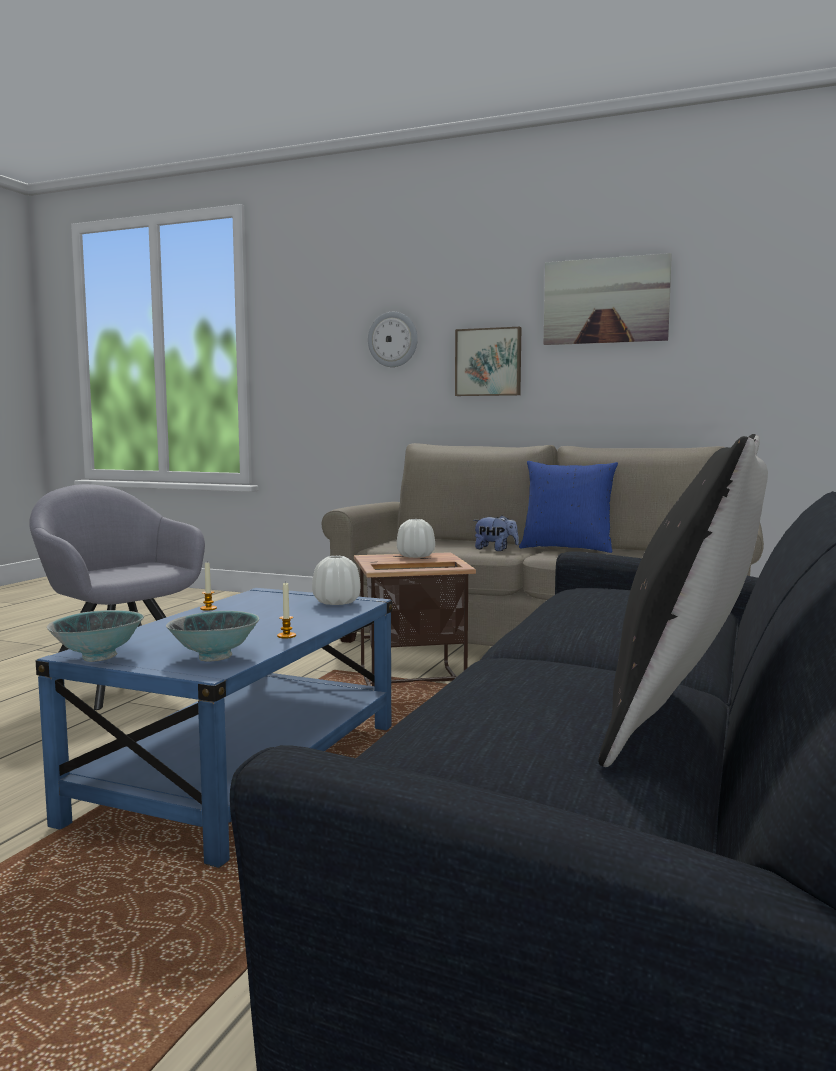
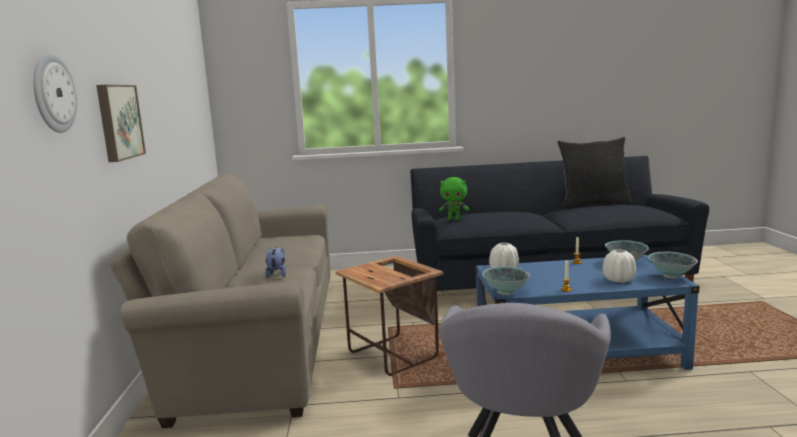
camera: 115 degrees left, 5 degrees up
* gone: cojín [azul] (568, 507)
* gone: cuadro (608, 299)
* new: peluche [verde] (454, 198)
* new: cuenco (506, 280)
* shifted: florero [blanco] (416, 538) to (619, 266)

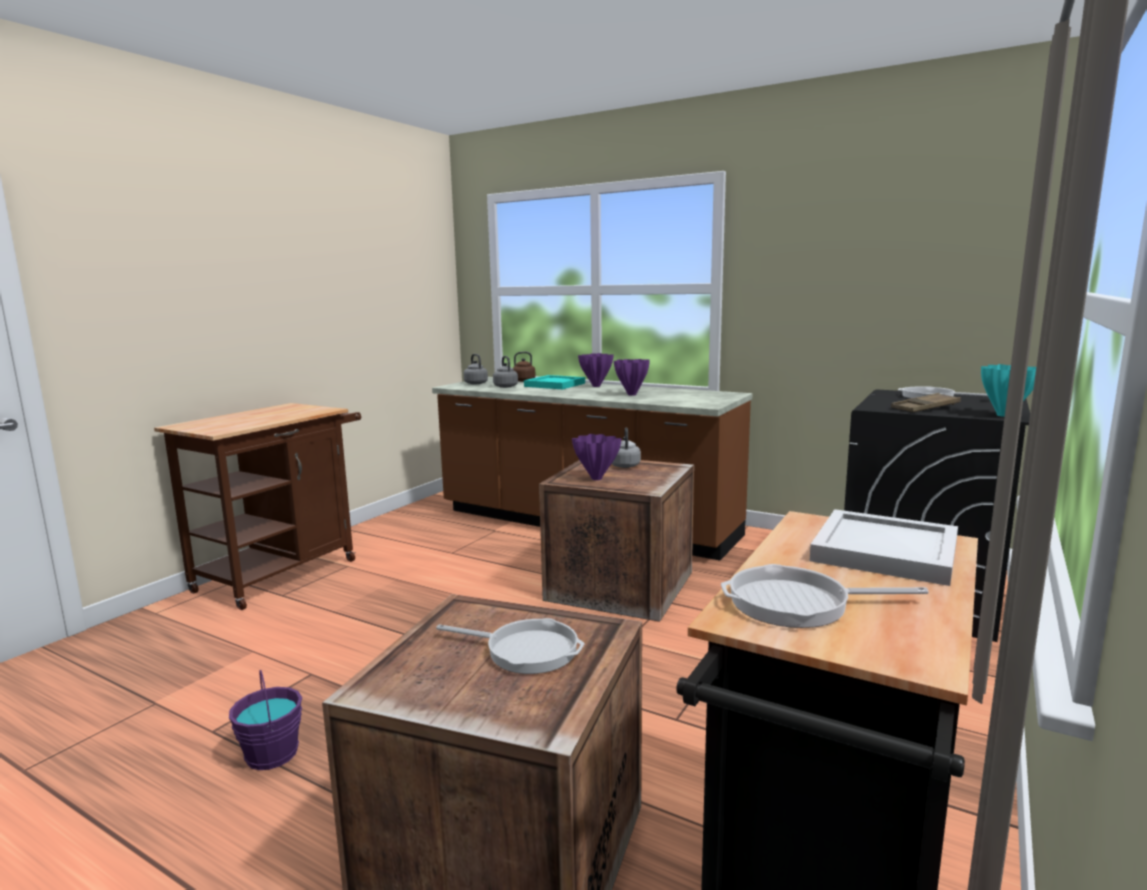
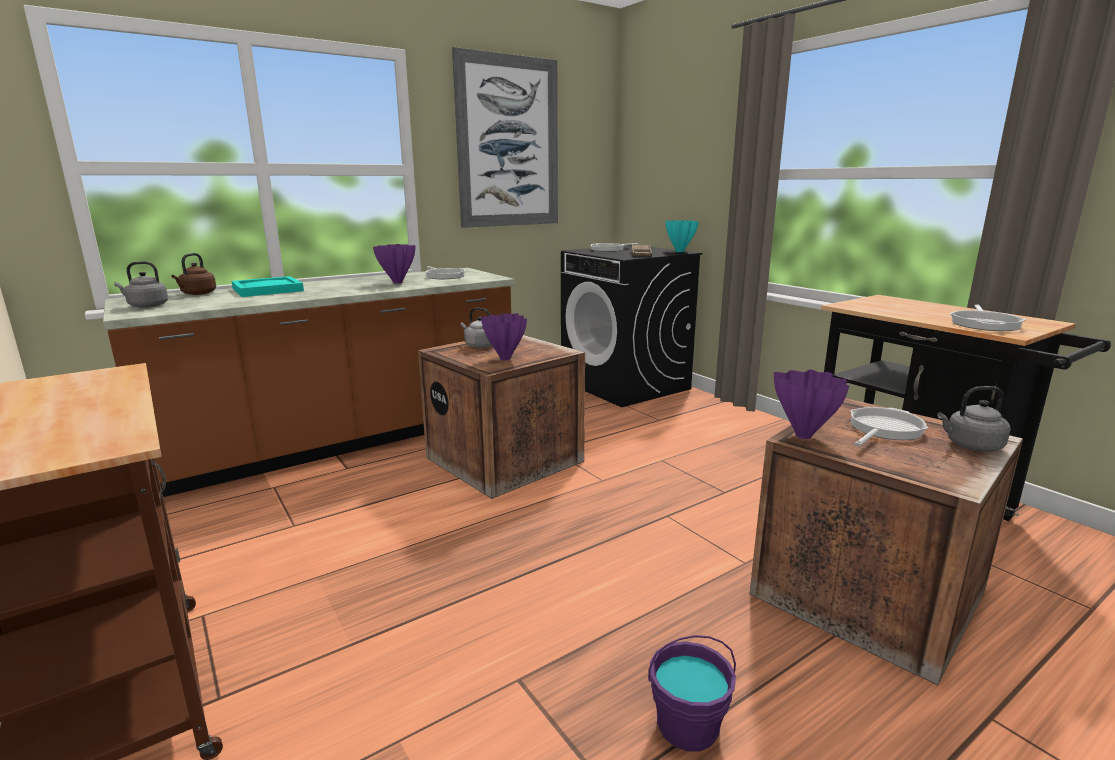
camera: 65 degrees left, 5 degrees up
* gone: bandeja [blanco] (884, 547)
* new: sartén (445, 272)
* new: cuadro (505, 137)
* shifted: hervidor [gris] (505, 372) to (974, 419)
* shifted: florero [morado] (596, 370) to (811, 404)

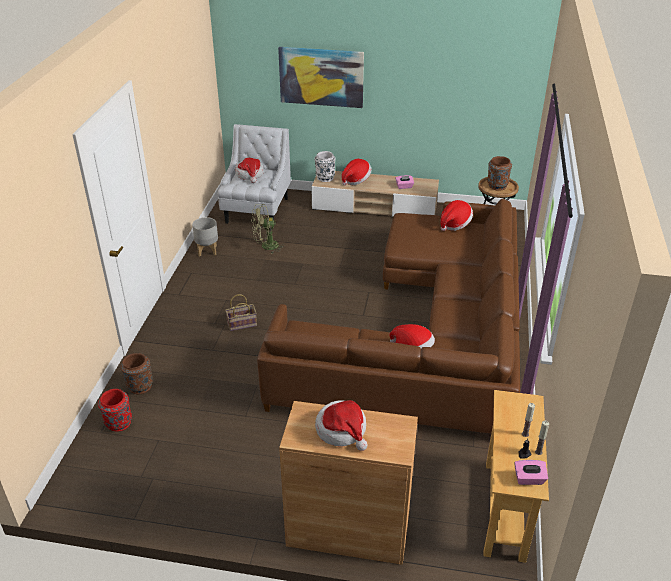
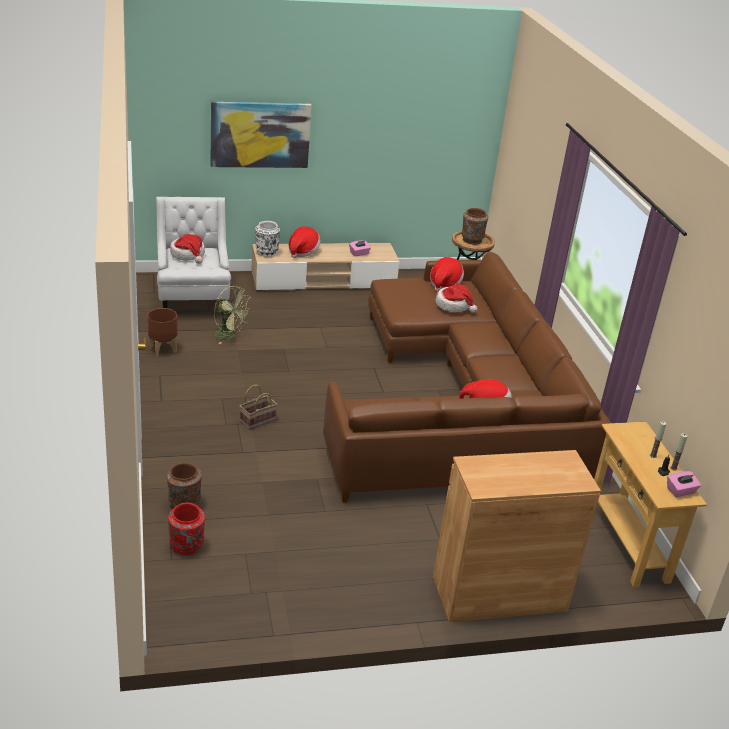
camera: 25 degrees left, 5 degrees down
* shifted: sombrero (341, 425) to (456, 298)
* repainted: maceta [gris] (205, 236) to maceta [marrón] (162, 332)
* rotated: ventilador [verde] (268, 228) = (233, 315) 105 degrees counterclockwise

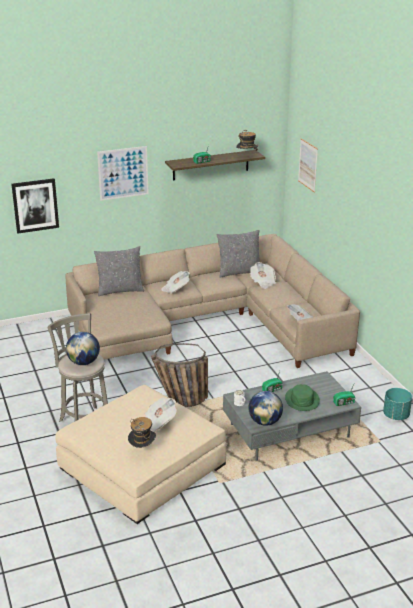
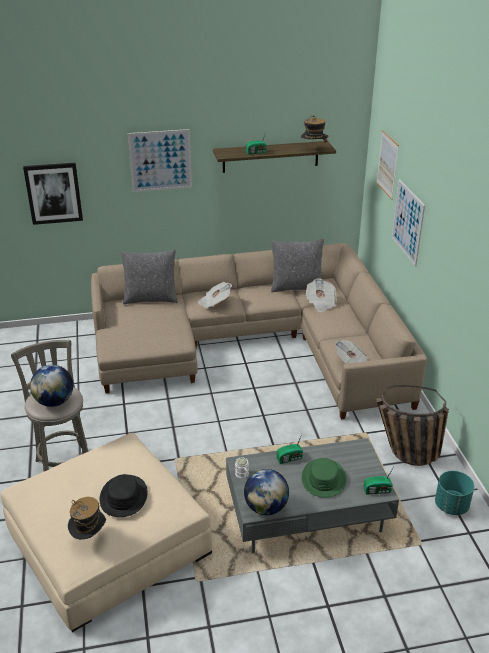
camera: 10 degrees right, 5 degrees up
* new: cuadro (408, 222)
* shifted: cesta (179, 375) to (412, 425)
* swapped: periódico (161, 415) to sombrero [negro] (124, 495)

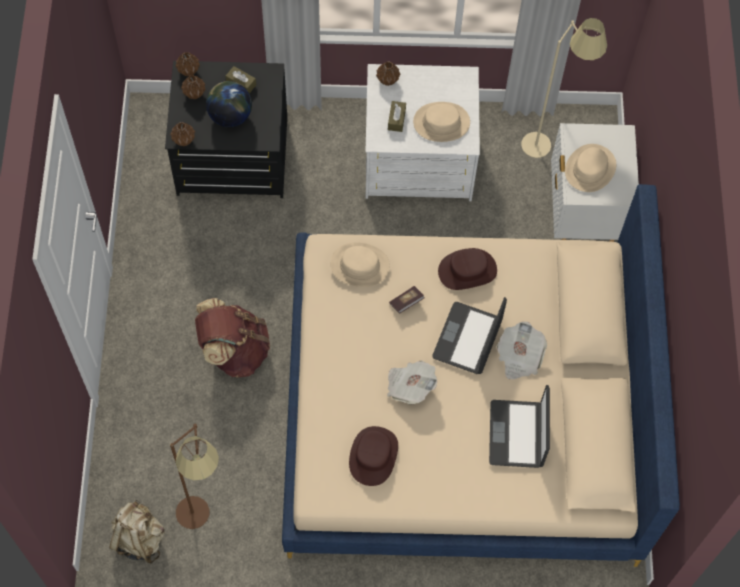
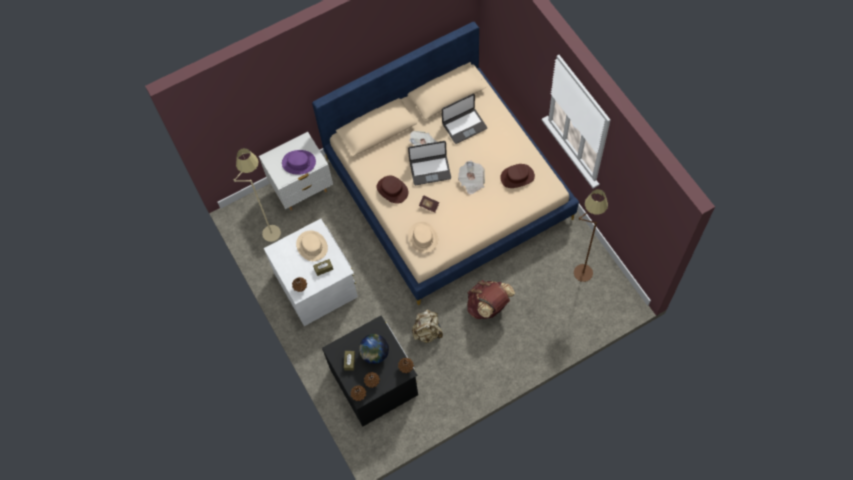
camera: 115 degrees left, 0 degrees up
* shifted: mochila [beis] (137, 531) to (427, 326)
* repainted: sombrero [beis] (590, 168) to sombrero [morado] (299, 162)

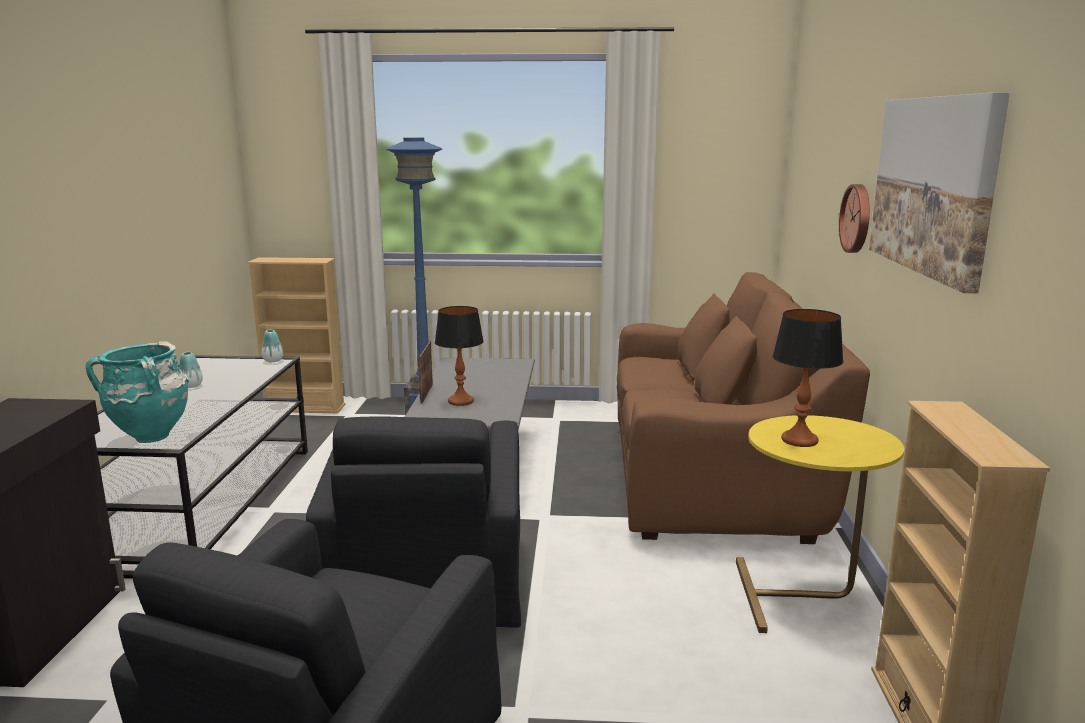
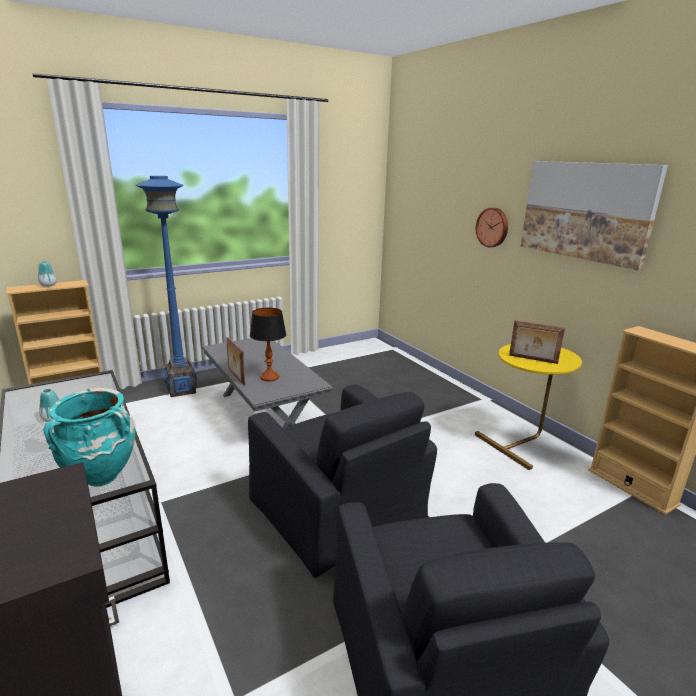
camera: 35 degrees left, 5 degrees up
* gone: sofá [marrón] (743, 408)
* shifted: florero (272, 345) to (47, 274)
* swapped: lámpara de mesa (808, 378) to portarretratos (537, 342)

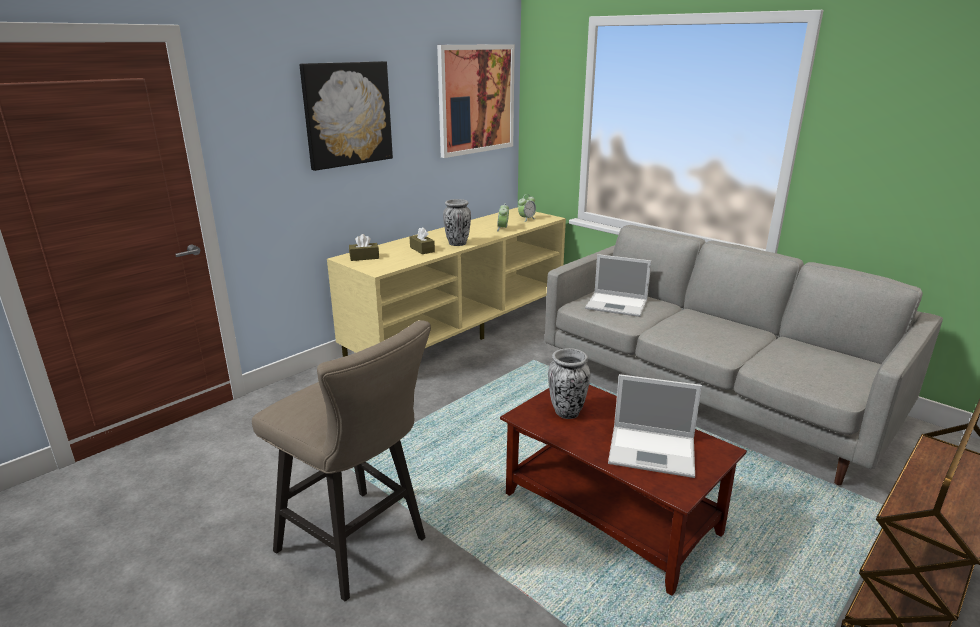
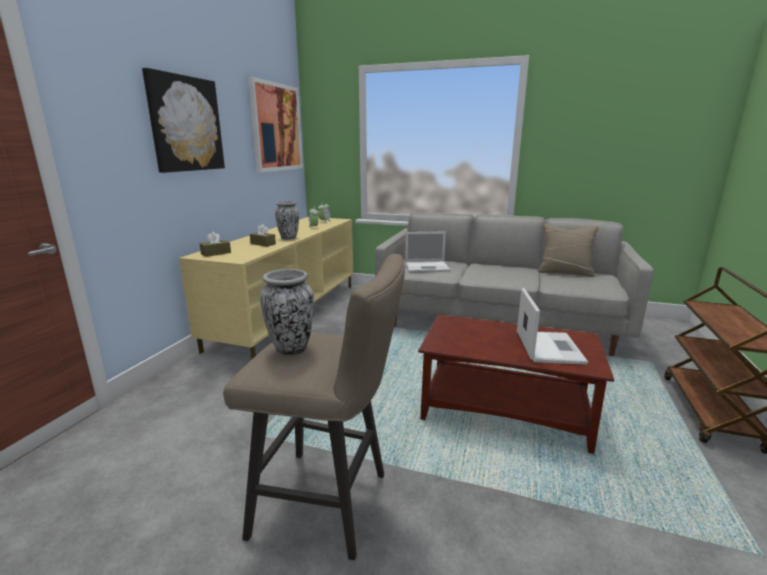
camera: 25 degrees left, 5 degrees down
* new: cojín [beis] (568, 250)
* shifted: florero (569, 383) to (287, 312)
* rotated: portátil (655, 426) = (552, 326) 75 degrees counterclockwise

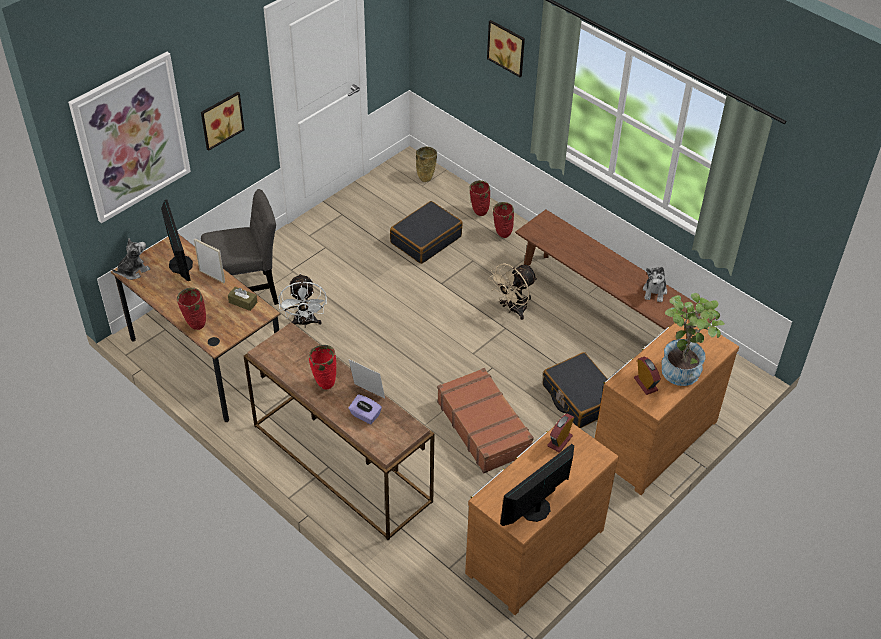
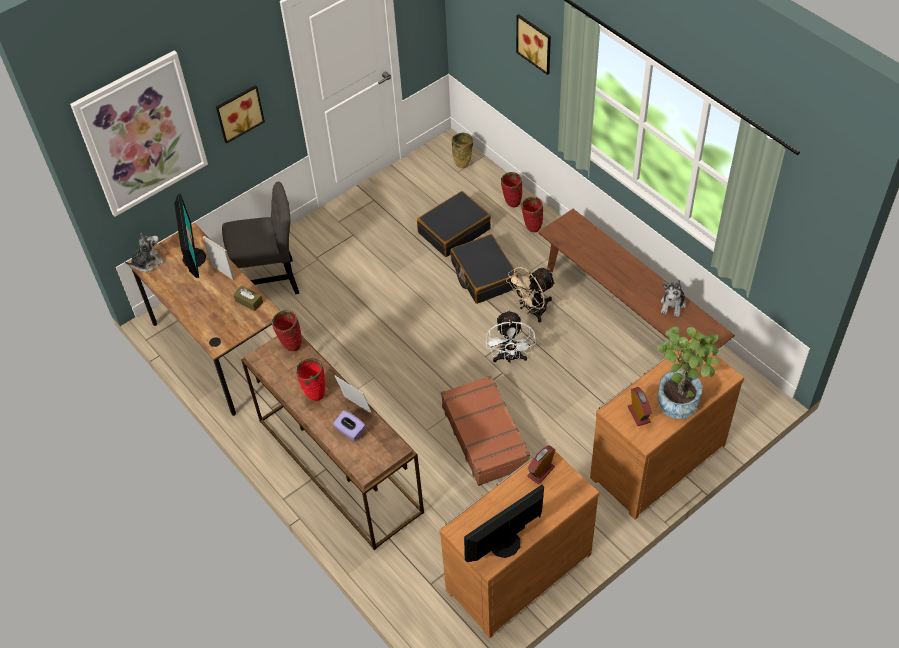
camera: 10 degrees right, 5 degrees up
* shifted: florero [rojo] (191, 309) to (287, 330)
* shifted: ventilador [blanco] (302, 300) to (510, 336)
* shifted: maleta [negro] (575, 390) to (484, 269)

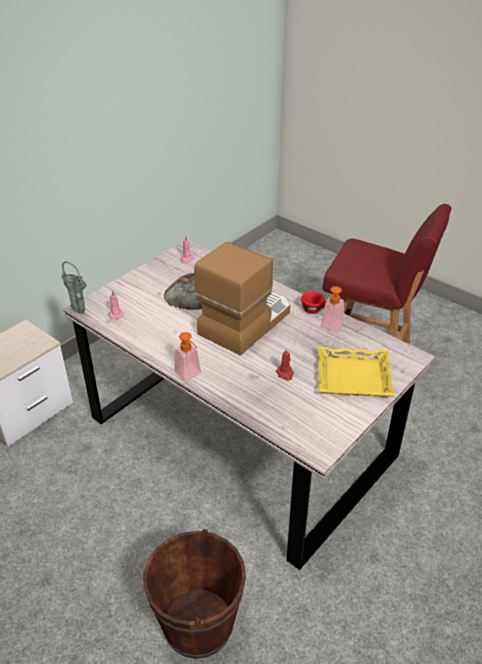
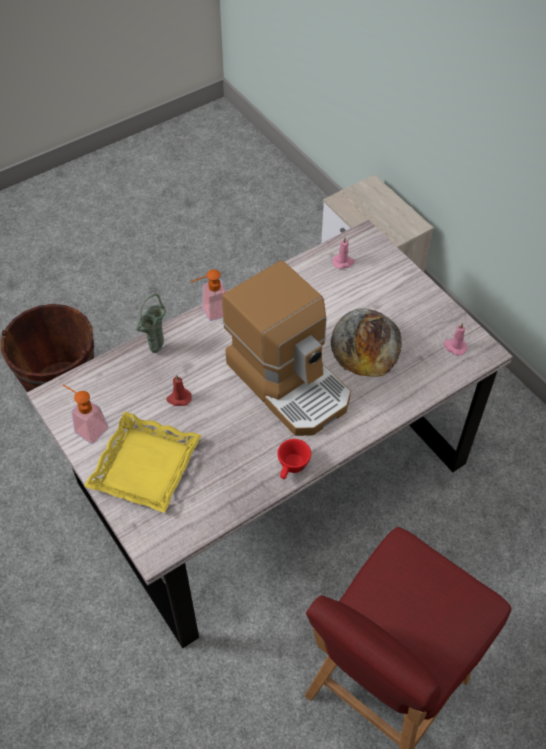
camera: 105 degrees right, 15 degrees up
* shifted: florero [verde] (74, 287) to (151, 323)
* shifted: dispensador de jabón (332, 308) to (86, 414)

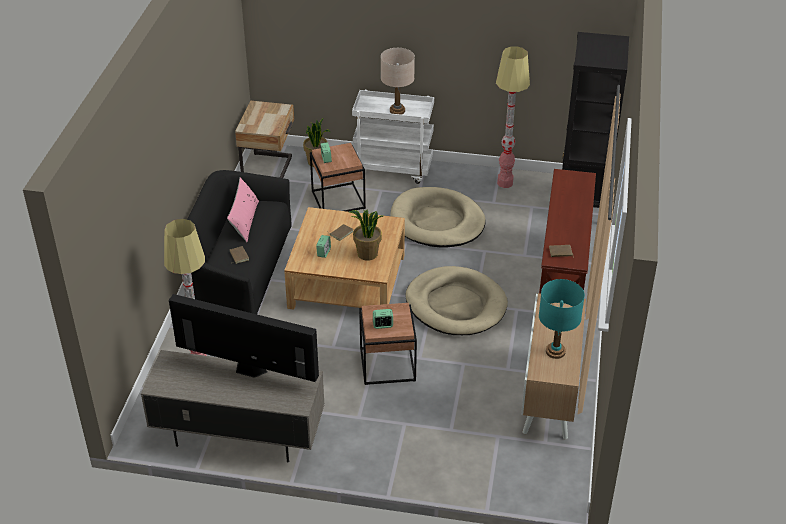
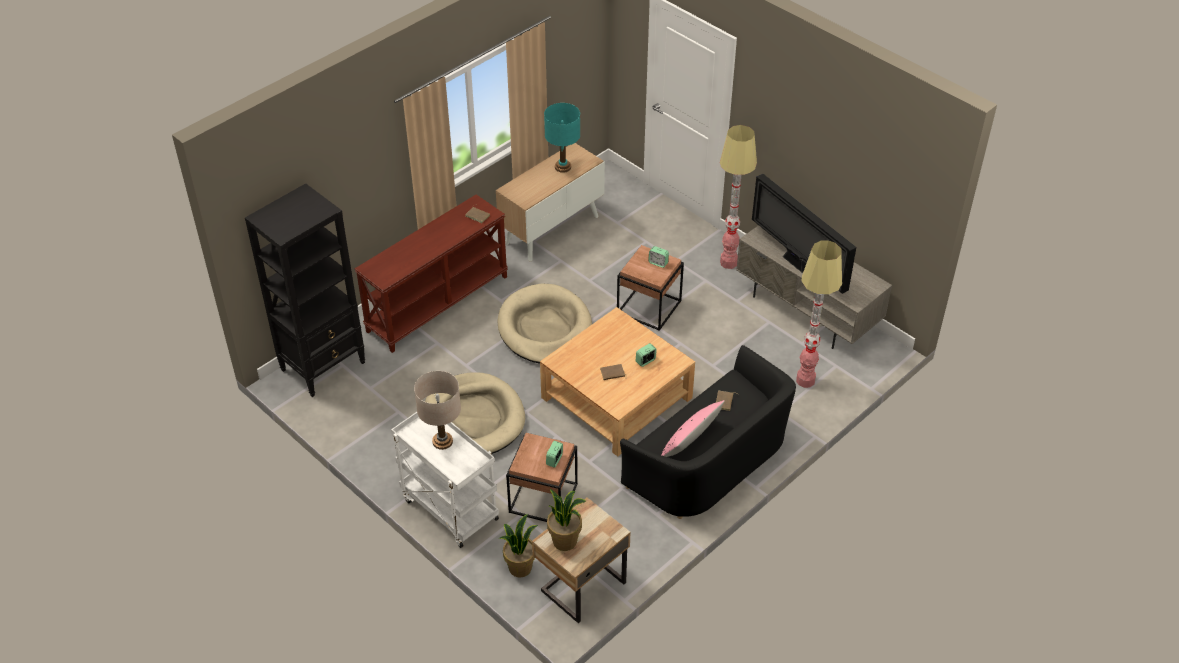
camera: 145 degrees left, 5 degrees up
* shifted: planta en maceta (366, 235) to (566, 520)
* shifted: lámpara de pie (513, 117) to (738, 197)

